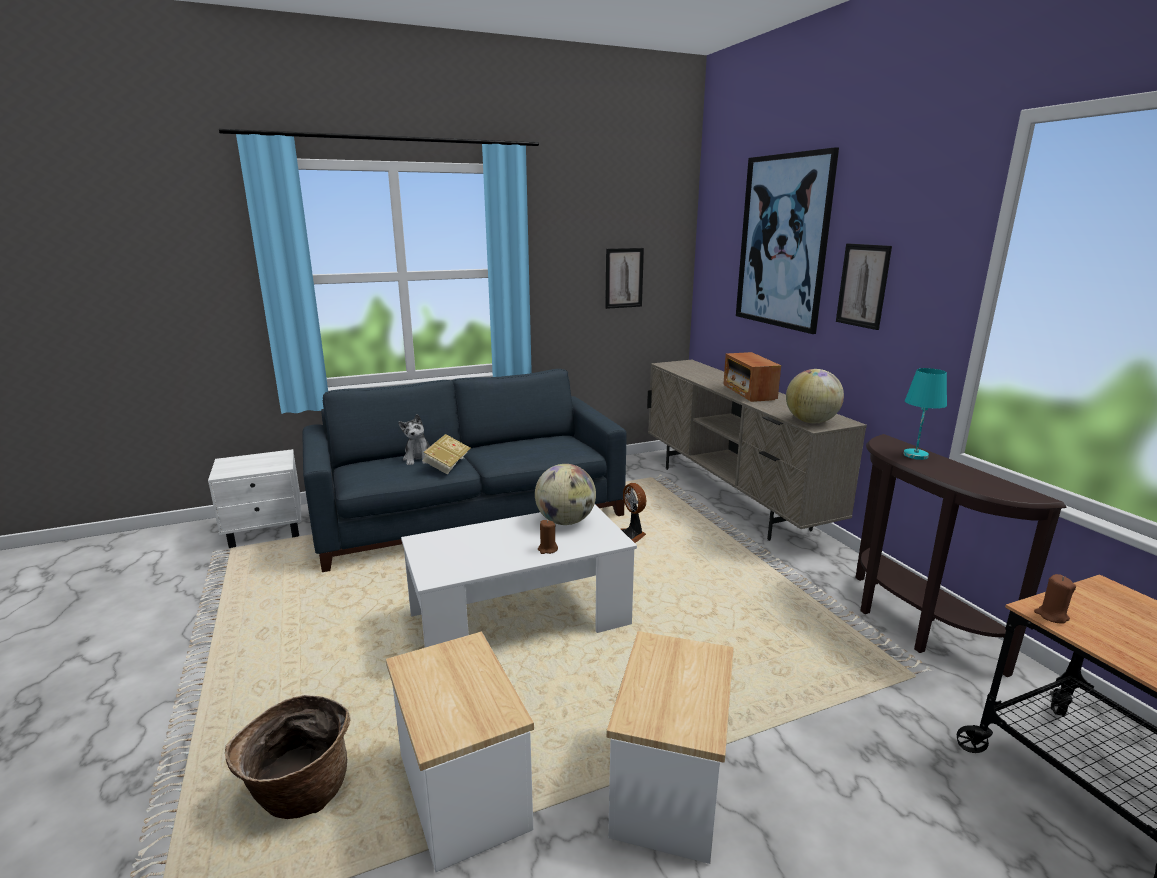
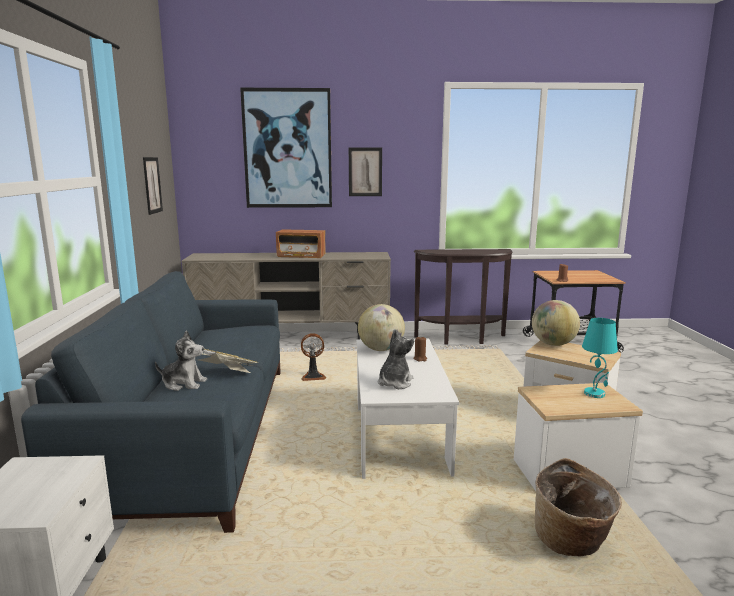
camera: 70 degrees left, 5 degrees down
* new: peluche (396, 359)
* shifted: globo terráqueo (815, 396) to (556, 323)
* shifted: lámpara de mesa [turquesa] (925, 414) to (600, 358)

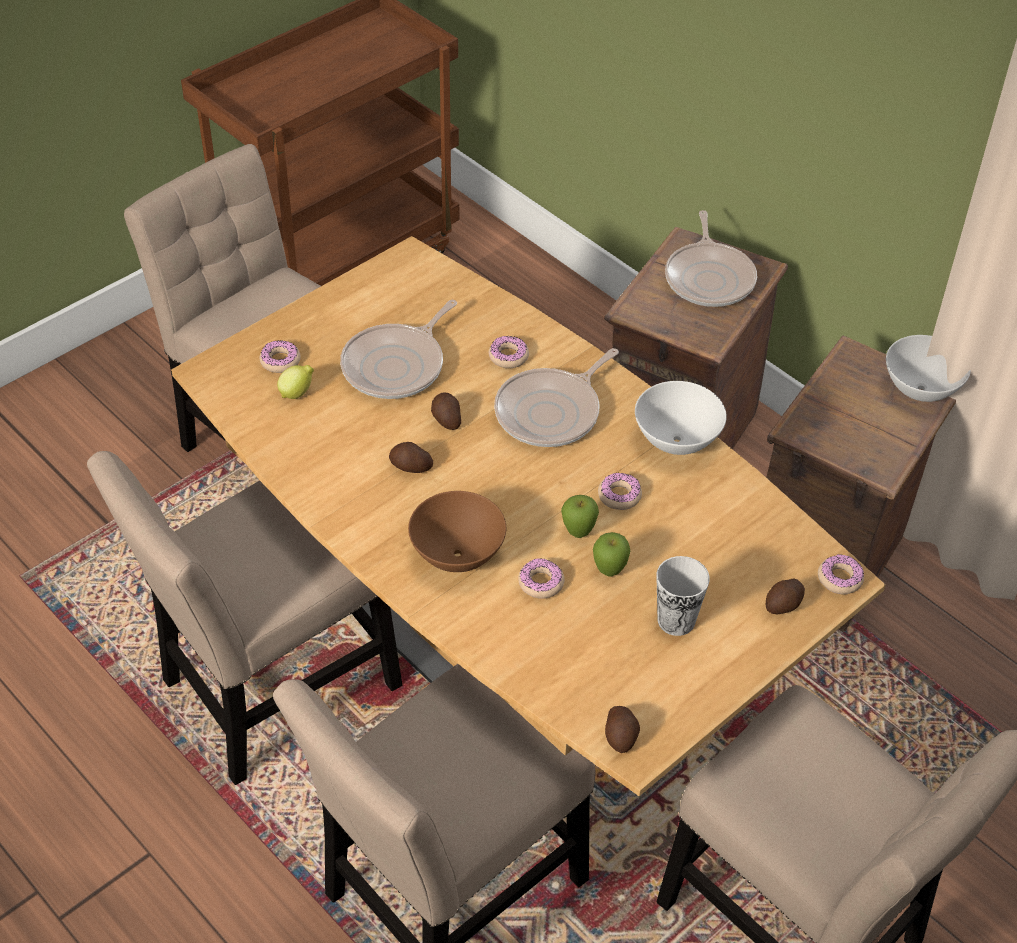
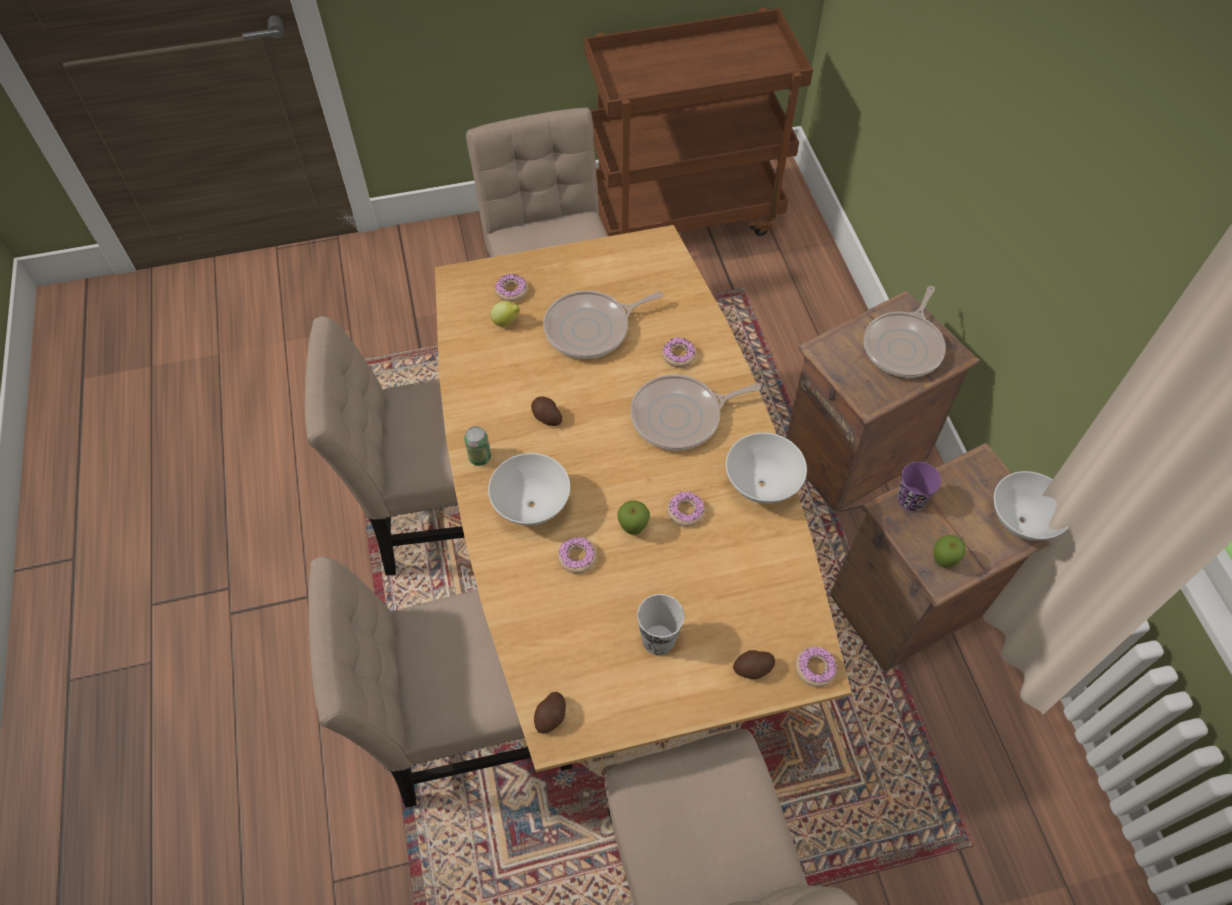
camera: 30 degrees right, 10 degrees up
* gone: patata (446, 411)
* new: lata (477, 446)
* new: taza [morado] (919, 486)
* shifted: manzana (611, 554) to (949, 551)
* repainted: cuenco [marrón] (457, 531) to cuenco [blanco] (529, 489)

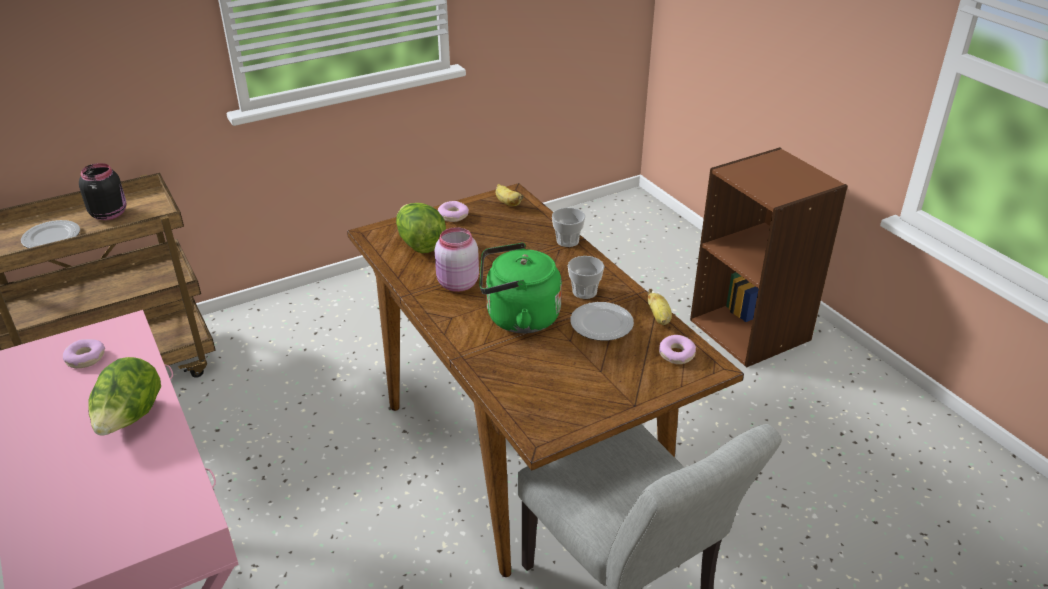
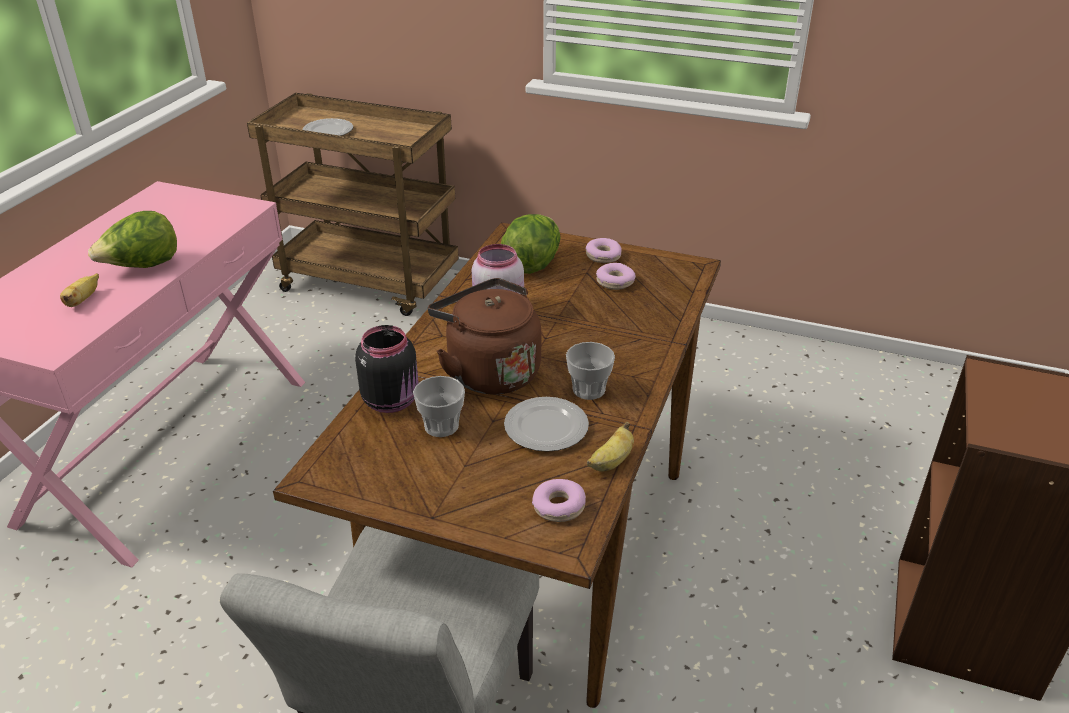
camera: 50 degrees right, 0 degrees up
* shifted: rosquilla (84, 353) to (616, 276)
* shifted: tarro [negro] (103, 191) to (387, 369)
* shifted: plátano (510, 195) to (79, 290)
* shifted: taza (568, 227) to (439, 406)
* repainted: hervidor [verde] (520, 287) to hervidor [marrón] (484, 336)

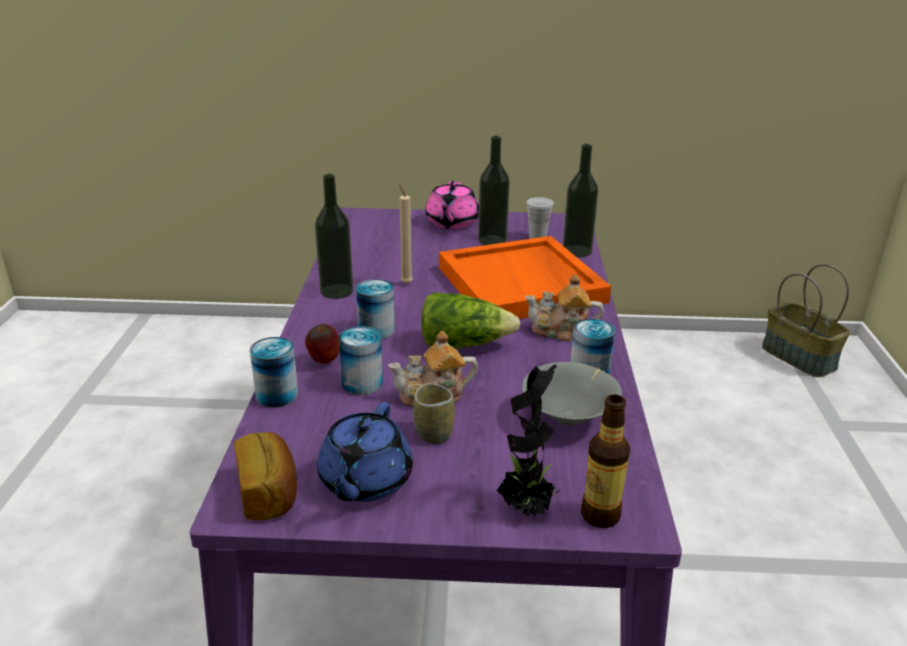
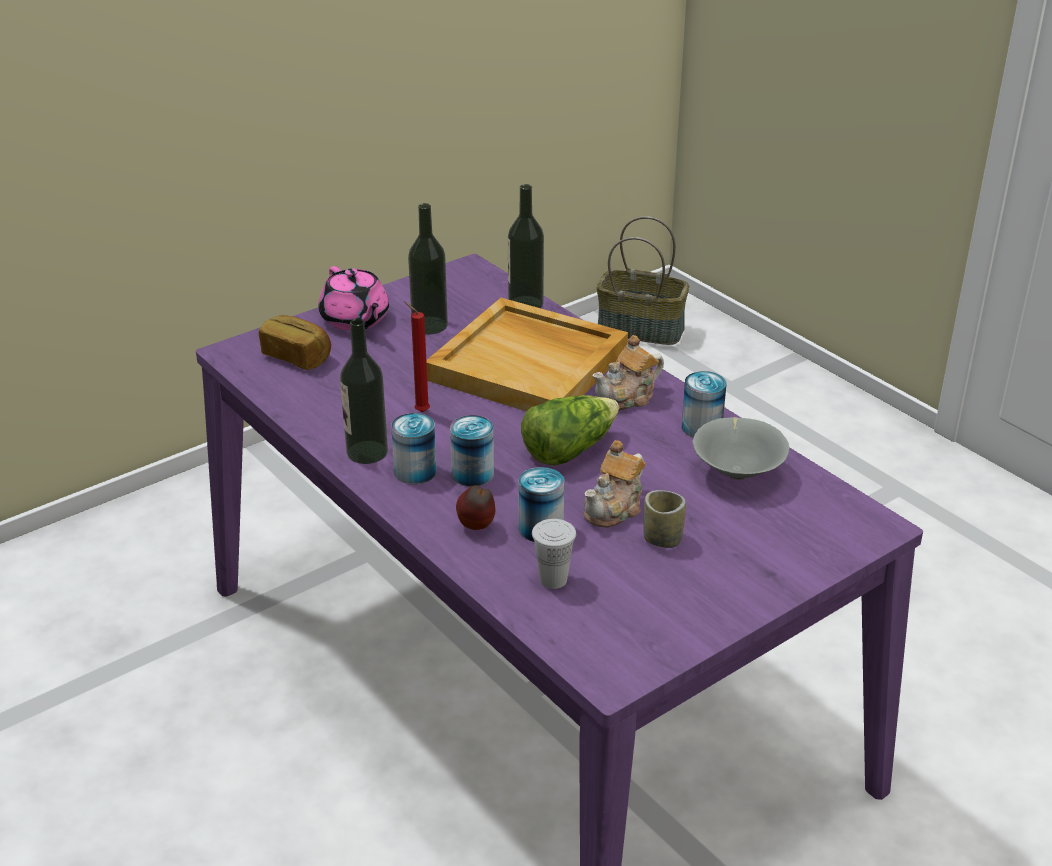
camera: 40 degrees left, 5 degrees up
* gone: tetera [azul] (365, 452)
* gone: planta en maceta (528, 441)
* gone: botella (605, 461)
* shifted: pan (265, 476) to (295, 342)
* shifted: lata (274, 372) to (414, 448)
* shifted: taza [blanco] (540, 218) to (554, 554)
* repainted: vela [beis] (406, 234) to vela [rojo] (417, 357)
* repainted: bandeja [naranja] (525, 277) to bandeja [beis] (527, 354)

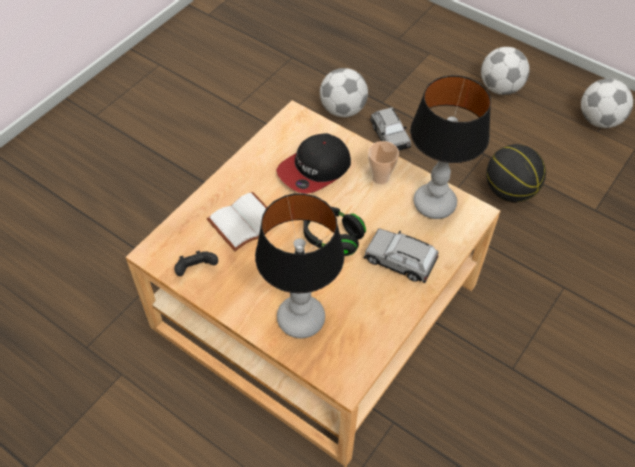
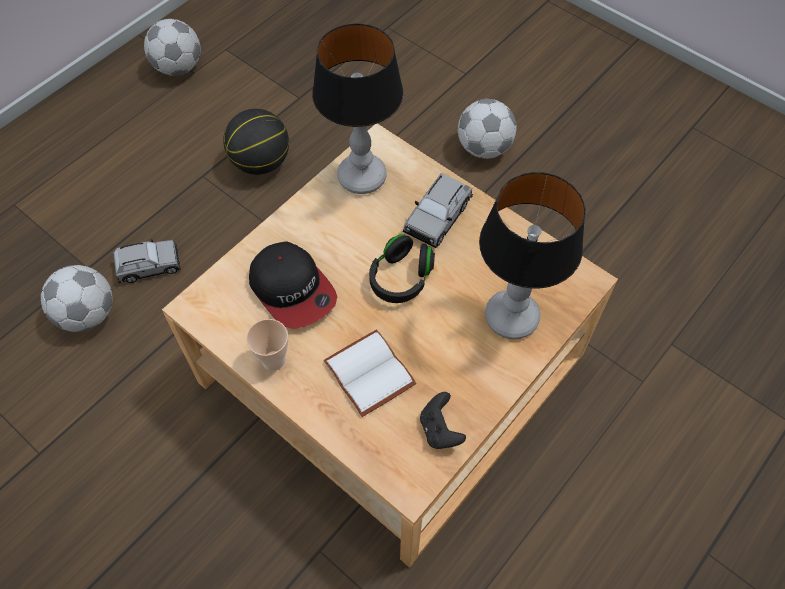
camera: 85 degrees left, 5 degrees up
* shifted: taza (383, 162) to (267, 345)
* shifted: balón de fútbol (505, 71) to (487, 129)

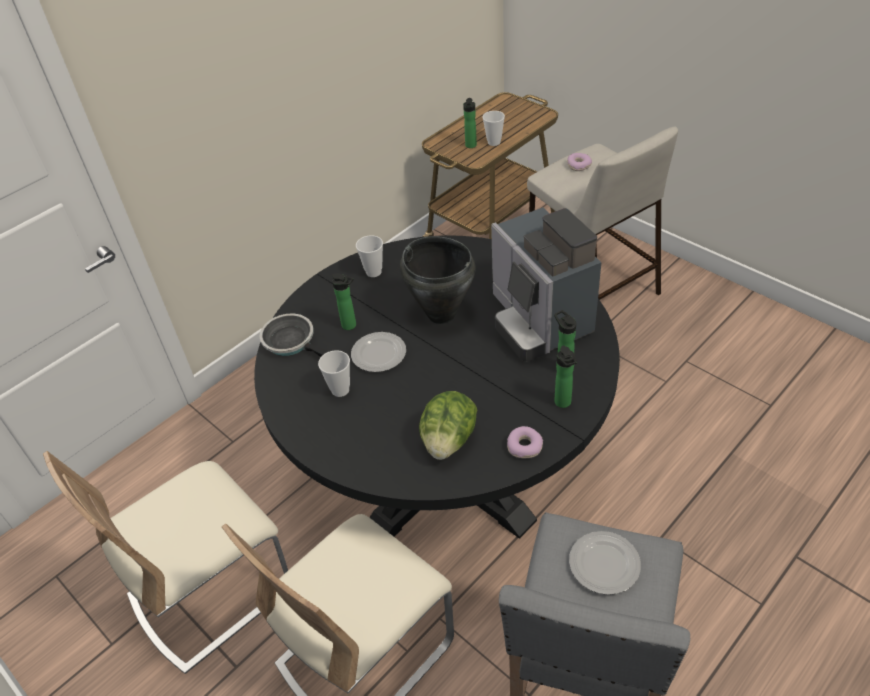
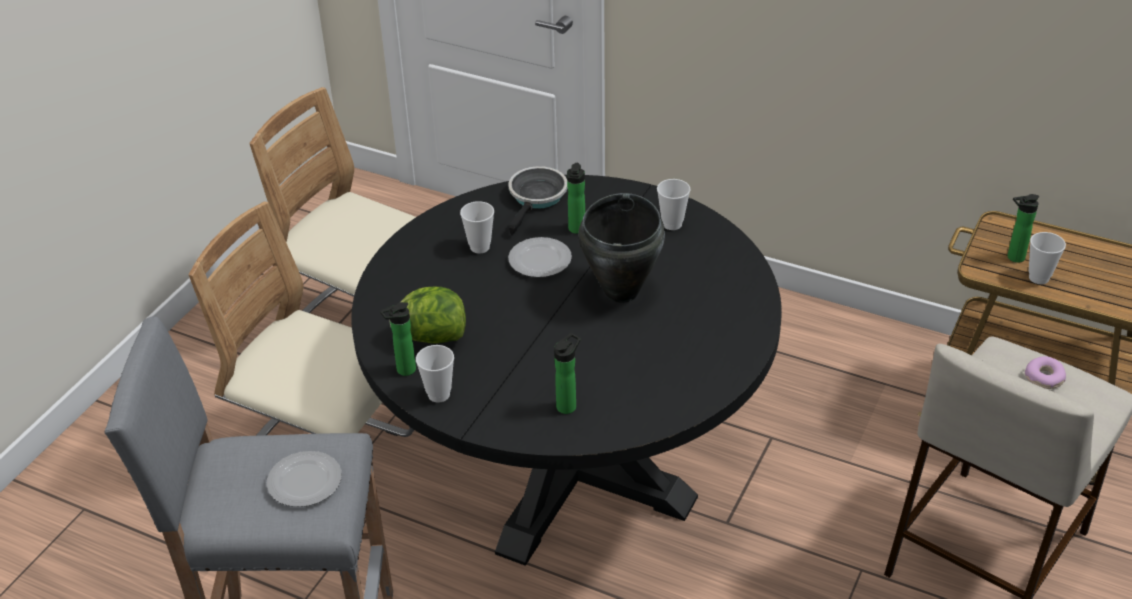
camera: 70 degrees right, 5 degrees down
* gone: cafetera (546, 284)
* shifted: botella (565, 376) to (398, 339)
* swapped: rosquilla (525, 442) to taza (435, 374)

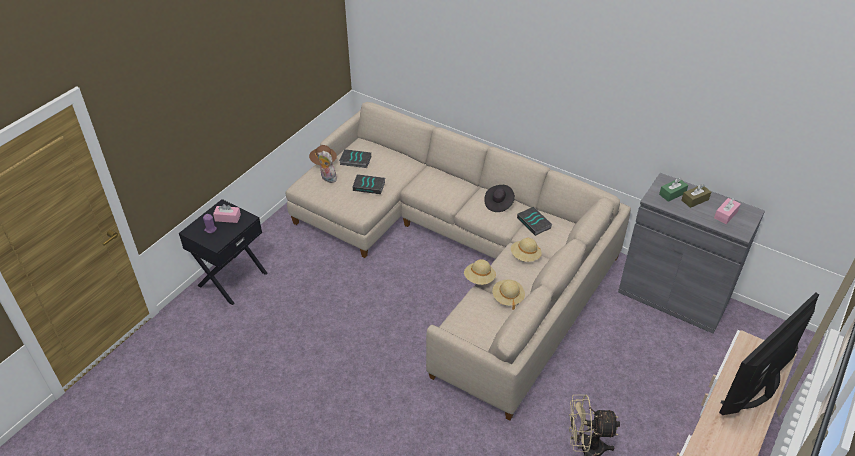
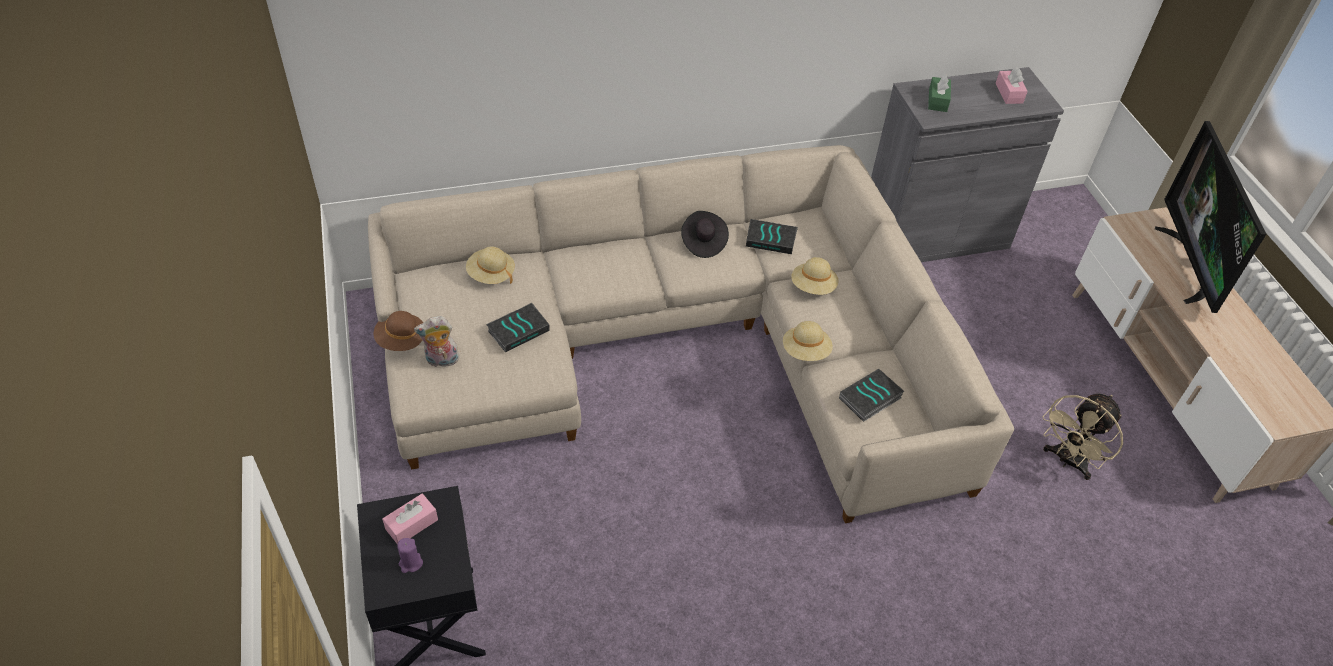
camera: 50 degrees left, 5 degrees up
* gone: caja de pañuelos [marrón] (696, 196)
* shifted: libro (355, 158) to (872, 395)
* shifted: sombrero [beis] (508, 295) to (490, 265)

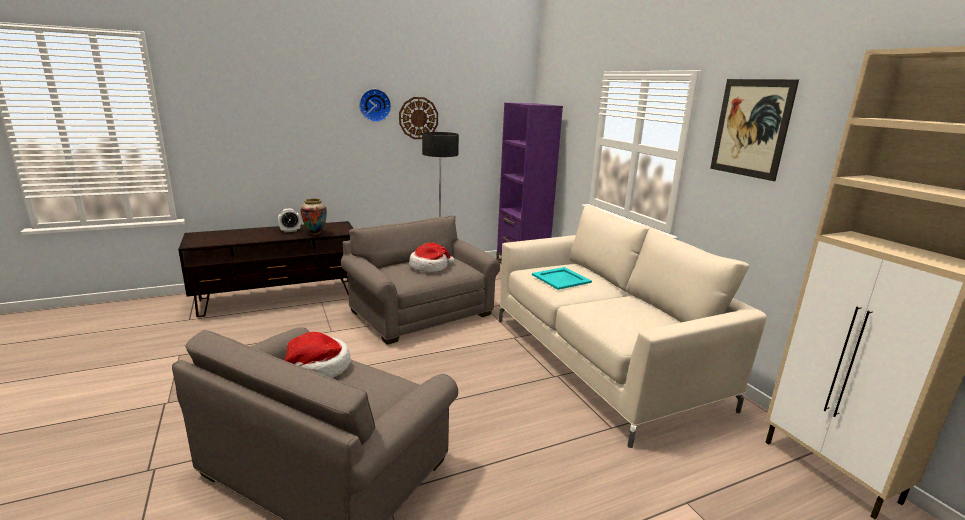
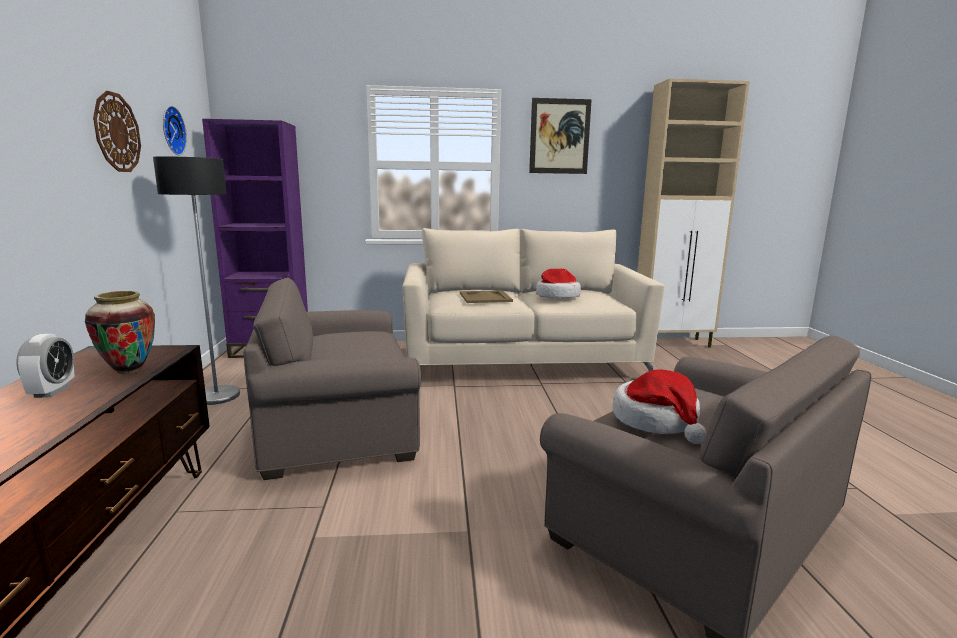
camera: 70 degrees left, 5 degrees down
* shifted: reloj de pared (375, 105) to (175, 130)
* shifted: sombrero (432, 257) to (558, 283)
* repainted: bandeja [turquesa] (562, 278) to bandeja [beis] (486, 296)

